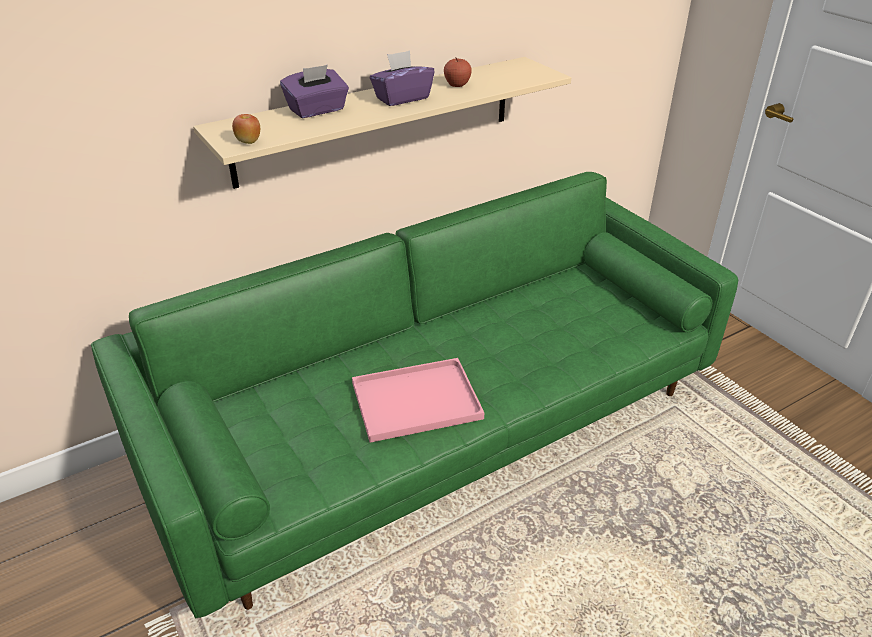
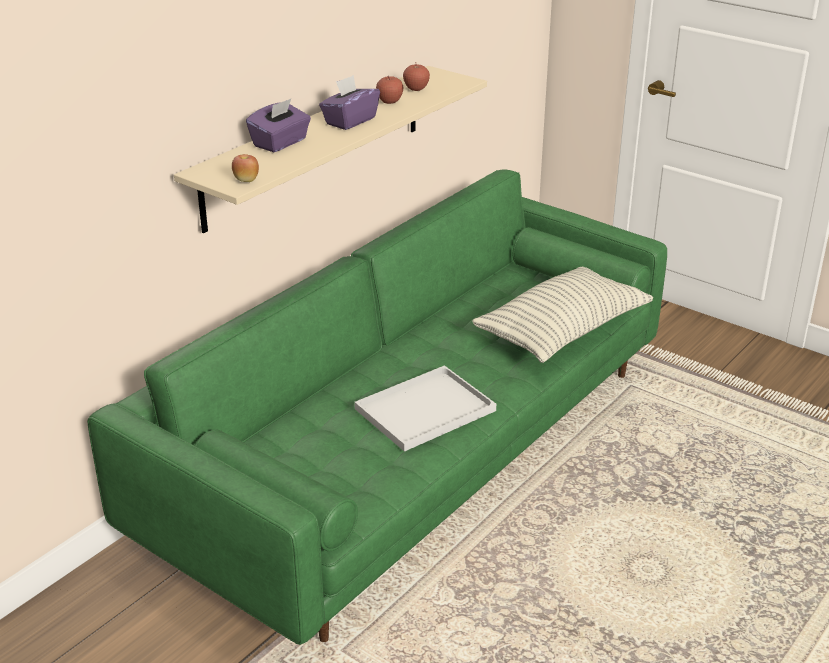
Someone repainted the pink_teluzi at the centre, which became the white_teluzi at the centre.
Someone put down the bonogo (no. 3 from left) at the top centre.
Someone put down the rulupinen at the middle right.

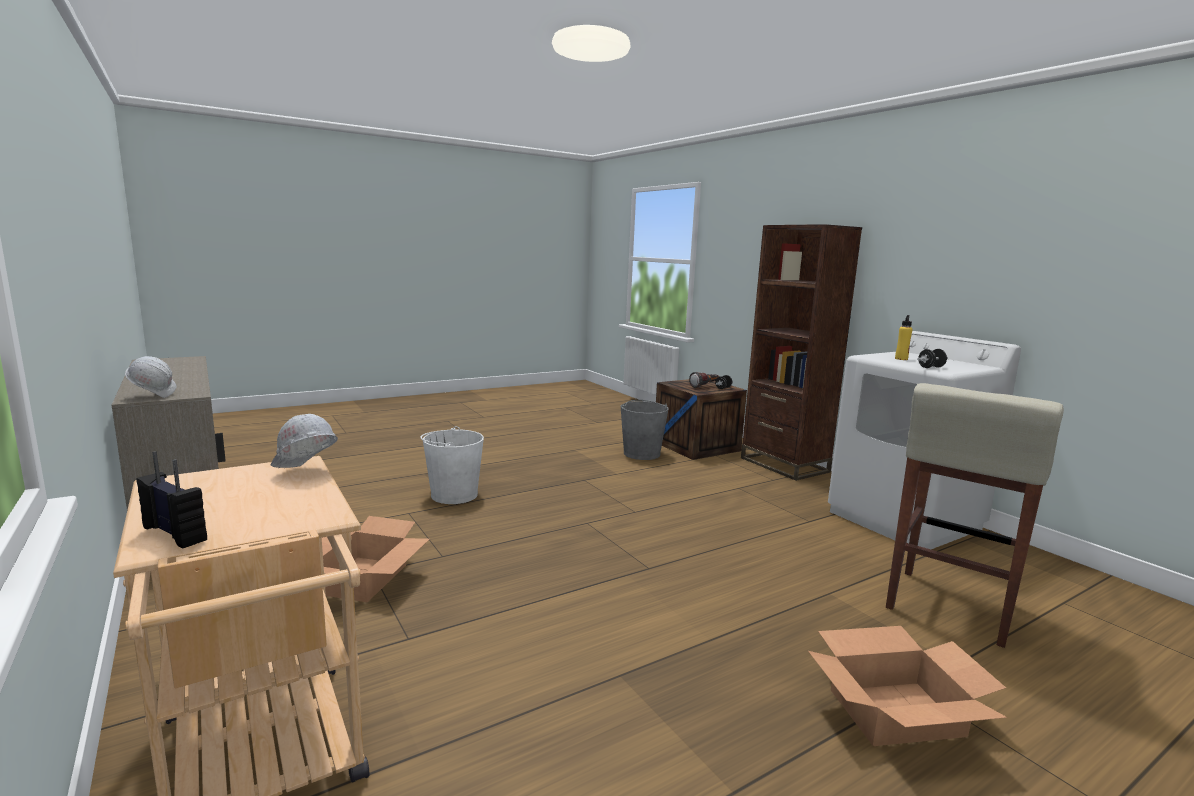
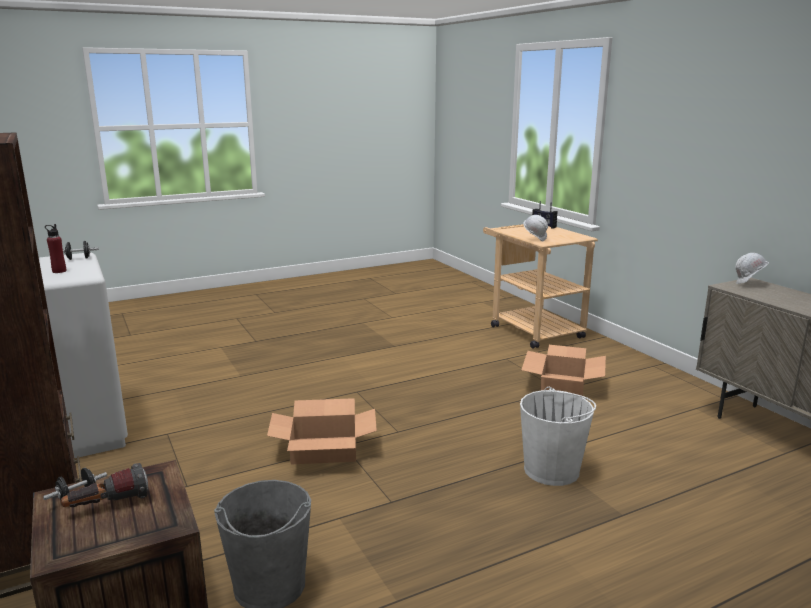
Someone repainted the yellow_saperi at the middle right, which became the red_saperi at the middle left.
Someone took away the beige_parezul at the middle right.
Someone carried the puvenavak (no. 2 from left in the first image) from the bottom right to the bottom centre.

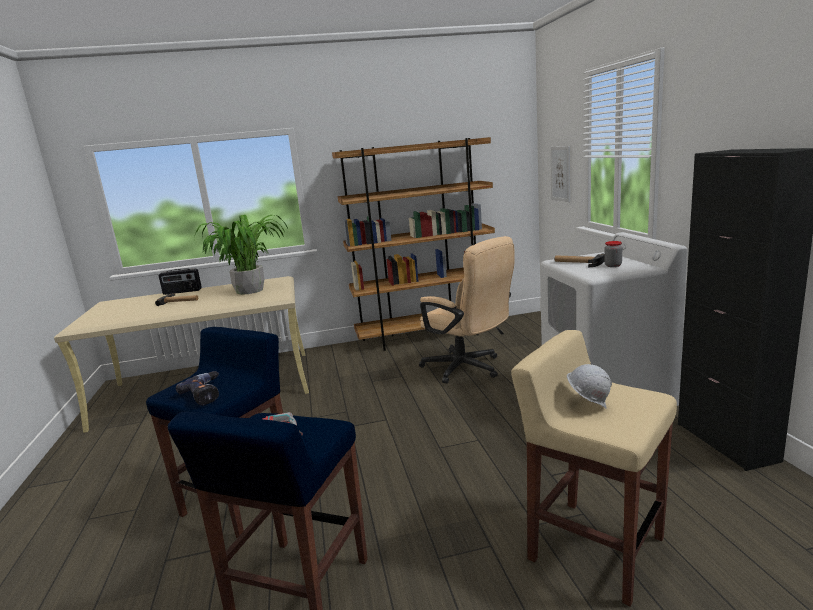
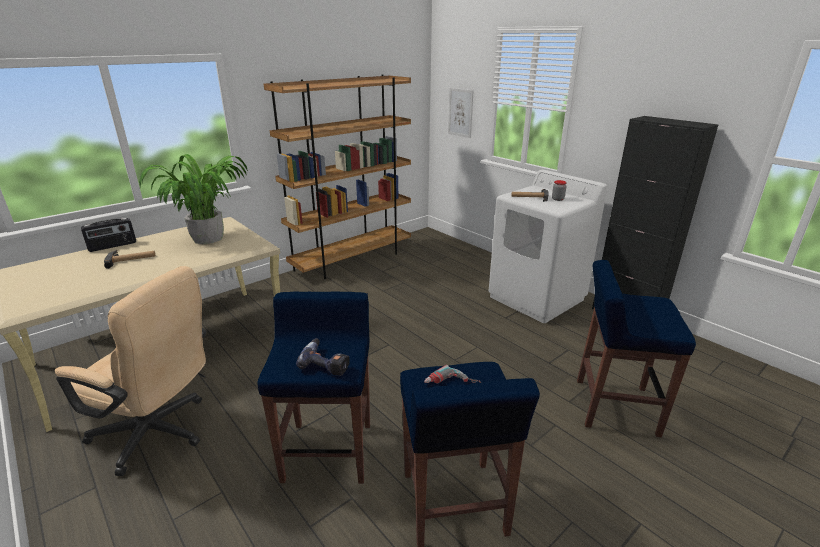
Someone carried the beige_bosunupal from the centre to the bottom left.
Someone repainted the beige_parezul at the bottom right, which became the blue_parezul (no. 3 from left) at the middle right.
Someone took away the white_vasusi at the middle right.

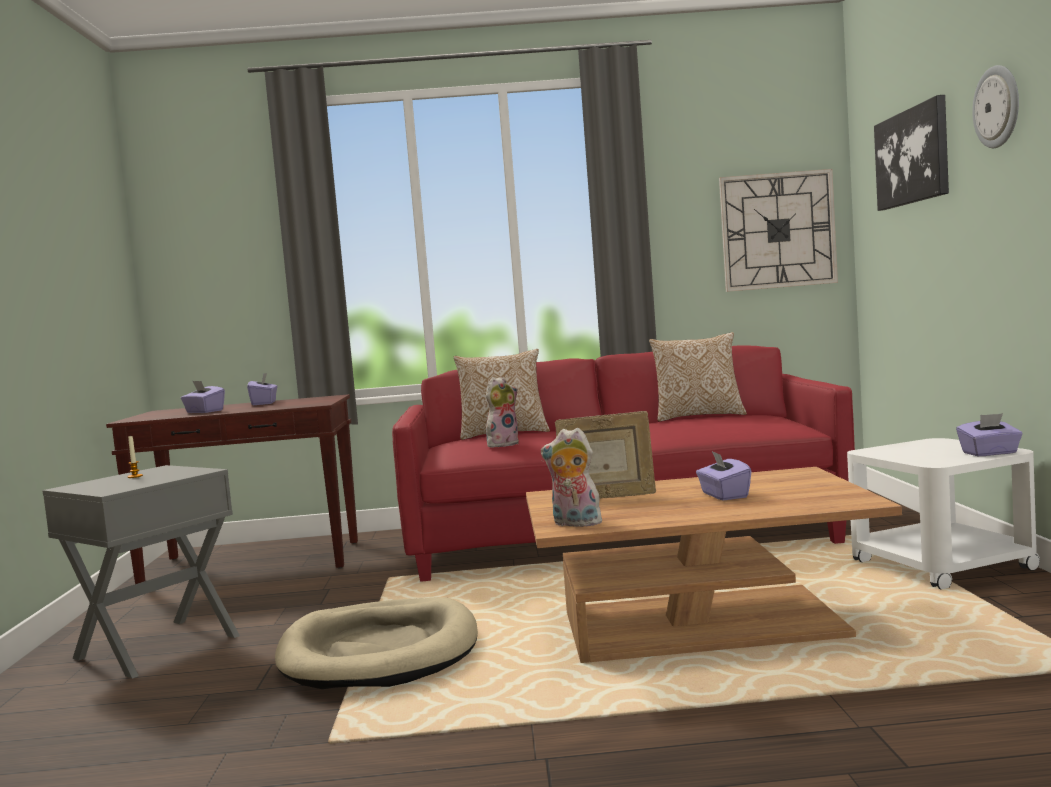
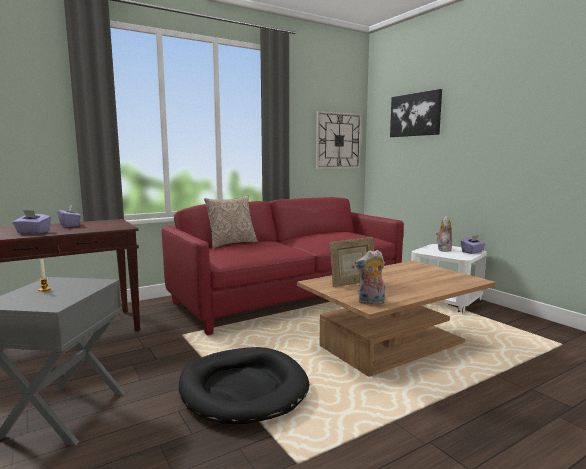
Someone took away the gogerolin (no. 2 from left) at the top right.
Someone took away the rulupinen (no. 2 from left) at the centre.
Someone carried the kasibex (no. 1 from left in the first image) from the centre to the middle right.
Someone took away the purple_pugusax (no. 3 from left) at the middle right.
Someone repainted the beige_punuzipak at the bottom centre, which became the black_punuzipak at the bottom centre.

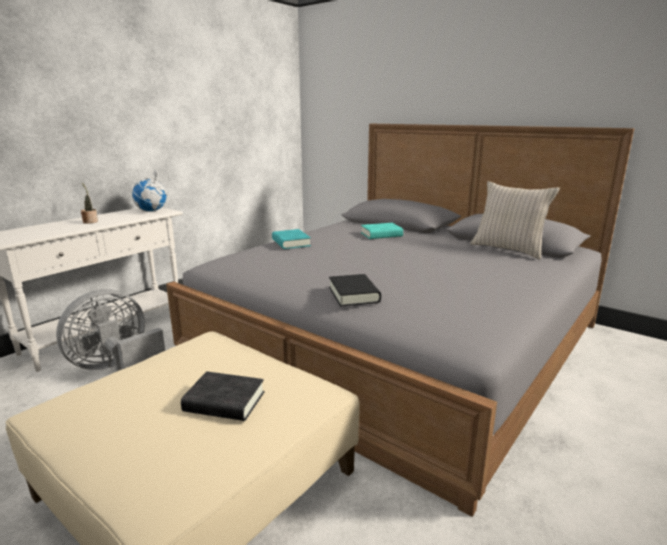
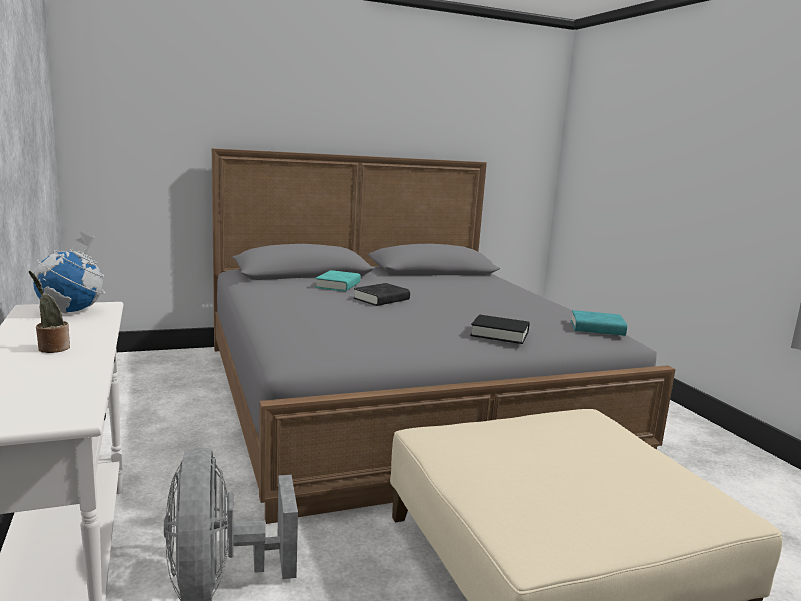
Someone took away the beige_rulupinen at the middle right.
Someone carried the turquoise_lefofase (no. 1 from left in the first image) from the centre to the middle right.
Someone carried the black_lefofase (no. 1 from left) from the bottom left to the centre.

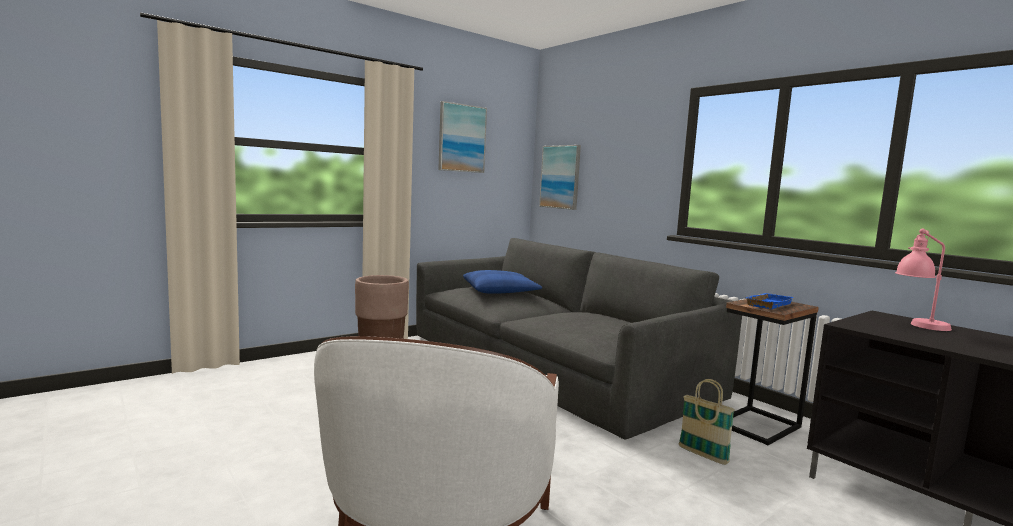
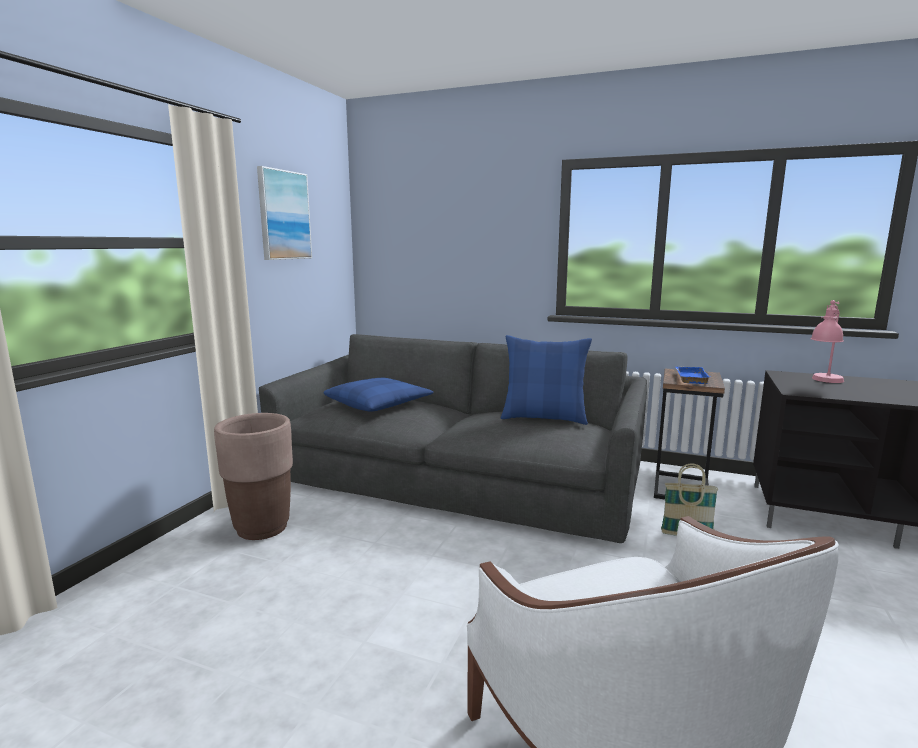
Someone took away the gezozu (no. 2 from left) at the centre.
Someone put down the blue_rulupinen (no. 2 from left) at the centre.

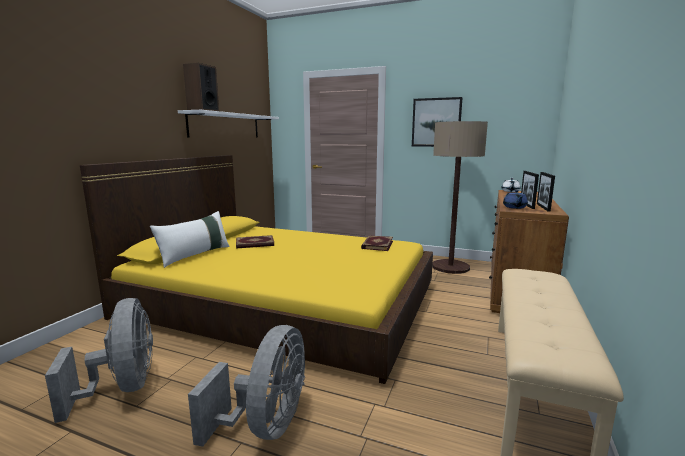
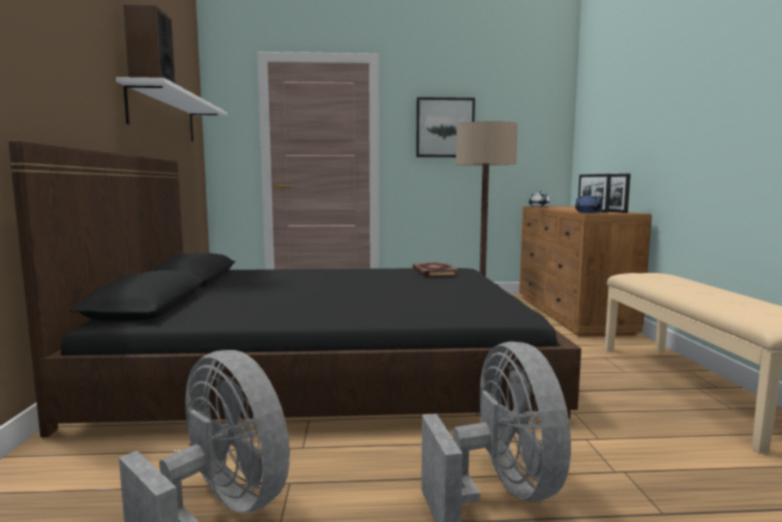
Someone repainted the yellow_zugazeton at the centre, which became the black_zugazeton at the centre.
Someone took away the white_rulupinen at the middle left.
Someone took away the lefofase (no. 1 from left) at the centre.

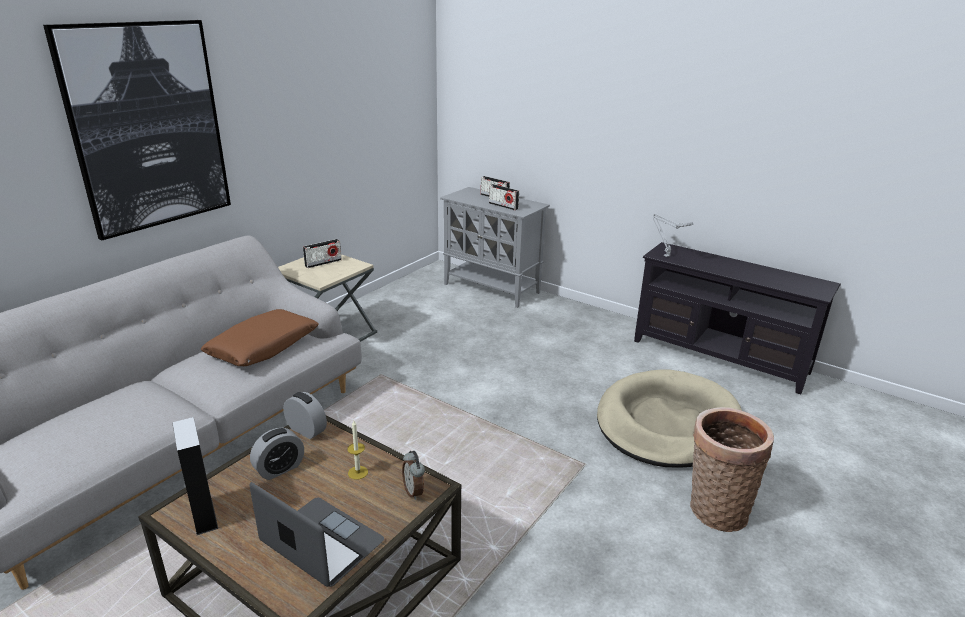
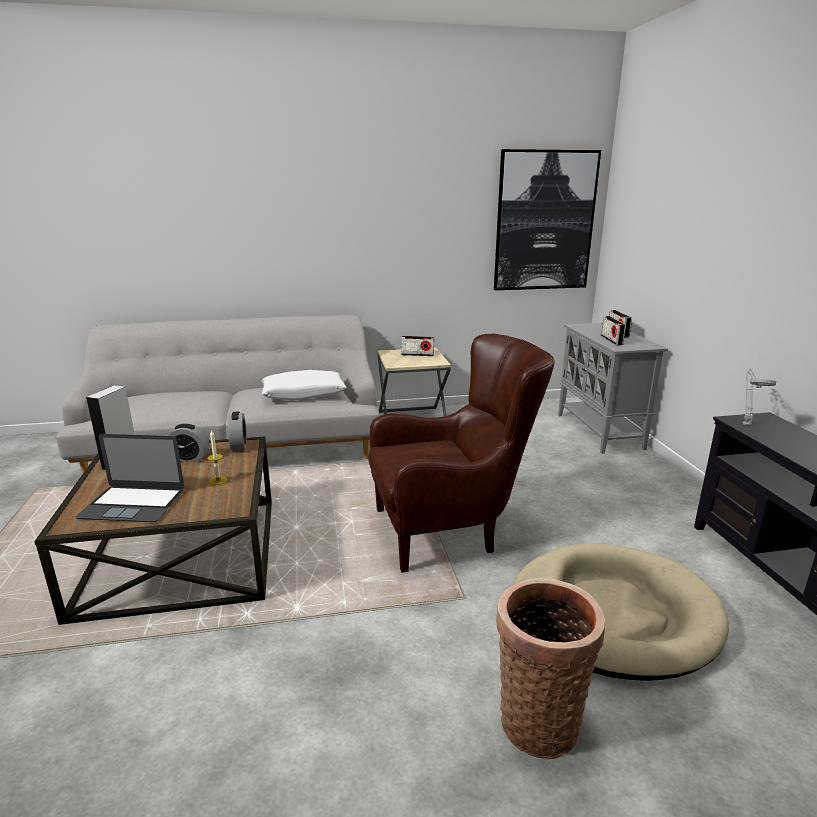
Someone carried the gezozu from the top left to the top right.
Someone repainted the brown_rulupinen at the middle left, which became the white_rulupinen at the centre.
Someone took away the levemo (no. 3 from left) at the bottom centre.
Someone rotated the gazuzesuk at the bottom left by 105 degrees clockwise.
Someone put down the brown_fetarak at the centre.

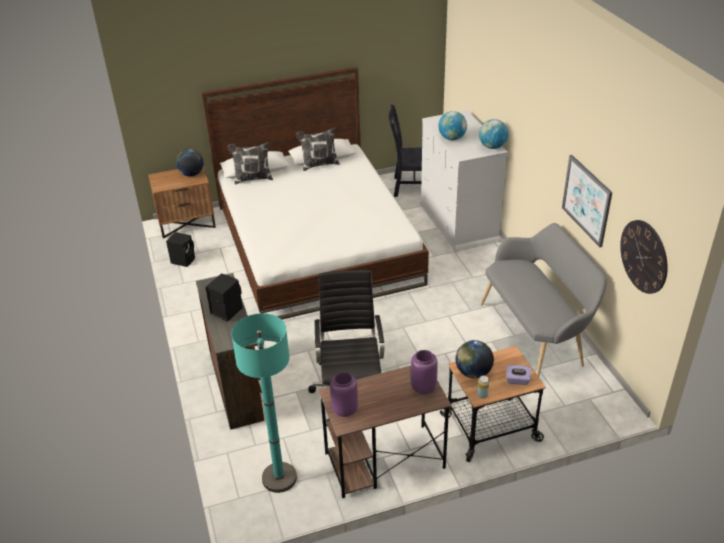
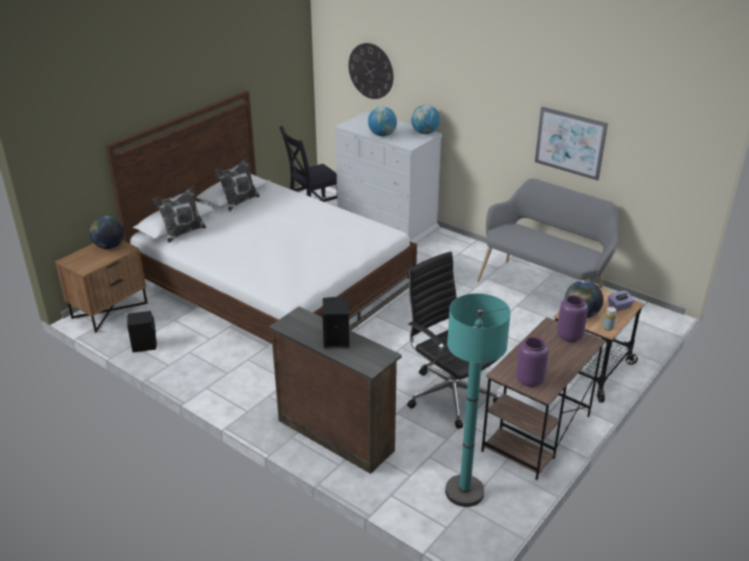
Someone carried the gogerolin from the middle right to the top centre.

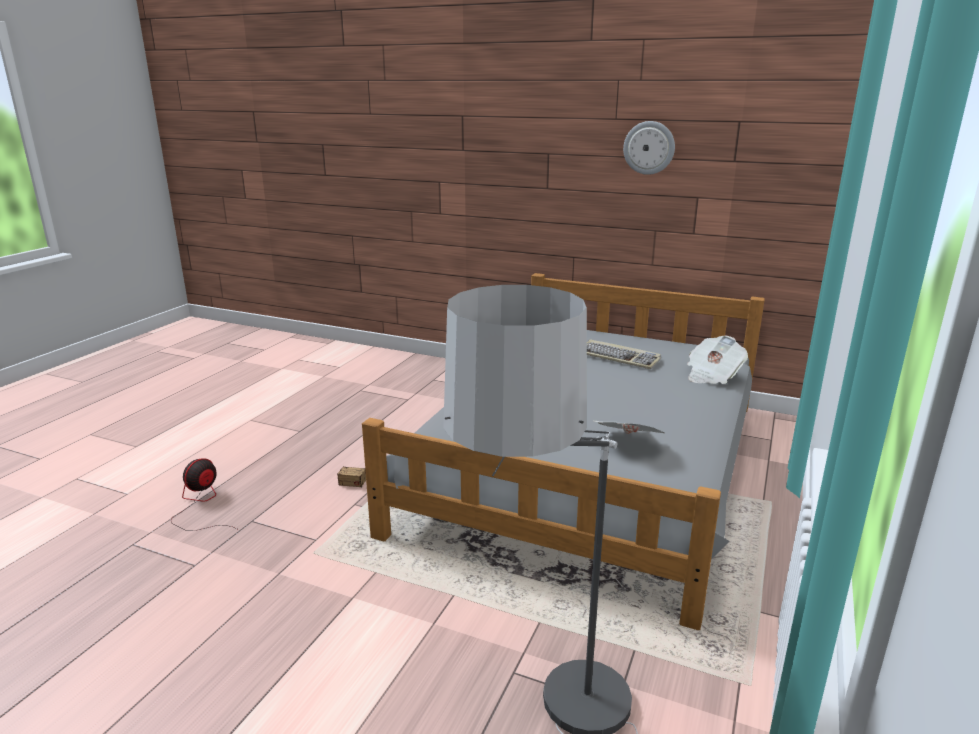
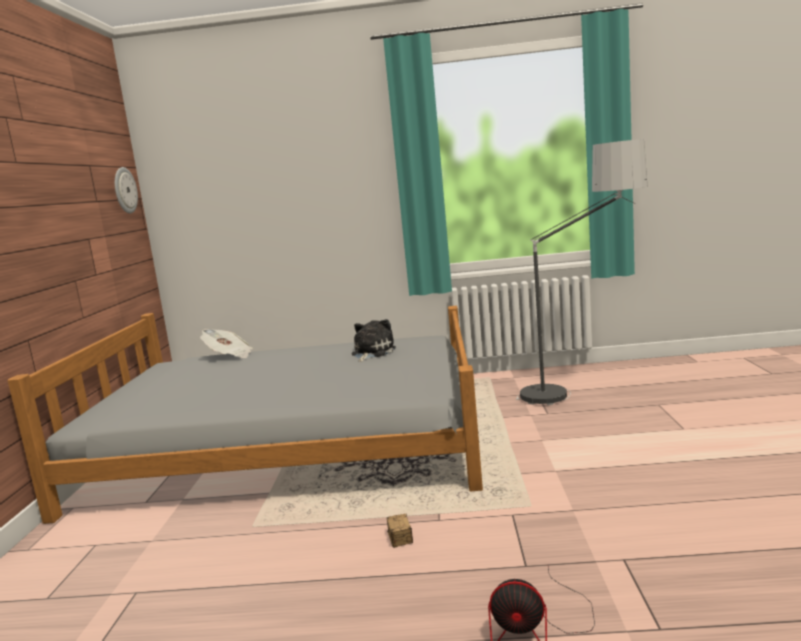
Someone carried the gogerolin from the top centre to the top left.
Someone took away the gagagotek at the centre.
Someone swapped the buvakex (no. 1 from left) at the centre for the kasibex at the centre.

